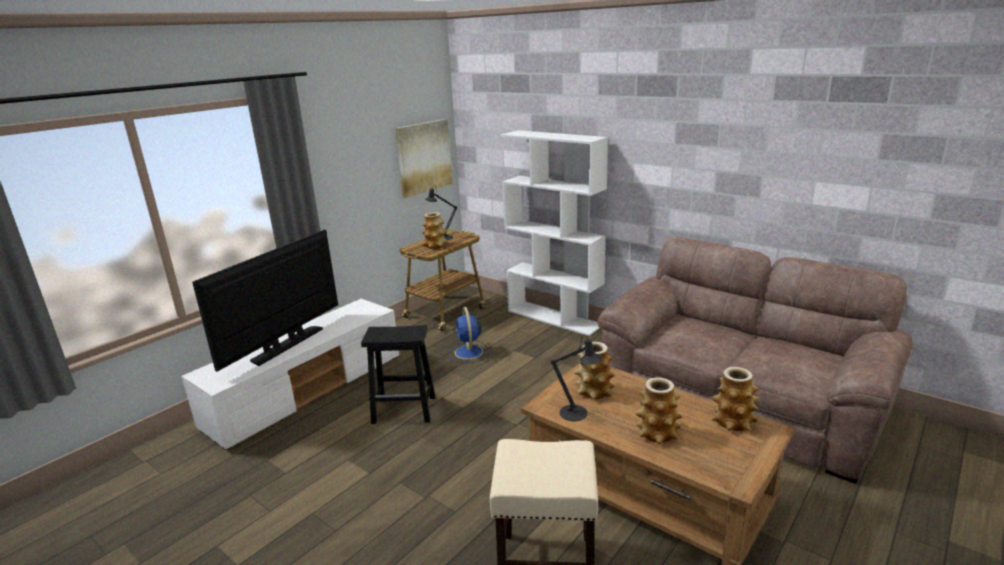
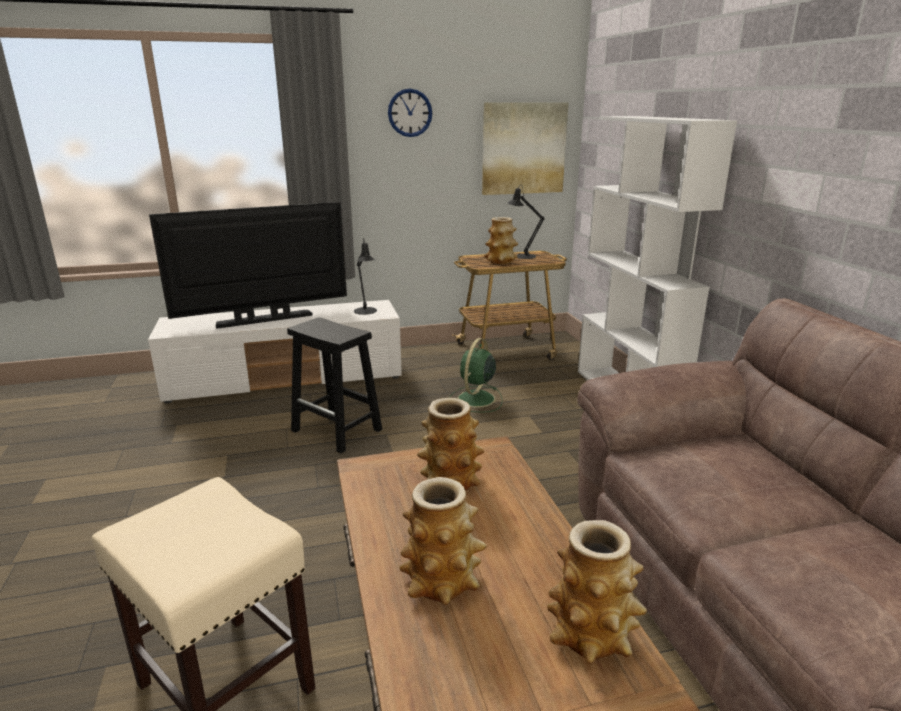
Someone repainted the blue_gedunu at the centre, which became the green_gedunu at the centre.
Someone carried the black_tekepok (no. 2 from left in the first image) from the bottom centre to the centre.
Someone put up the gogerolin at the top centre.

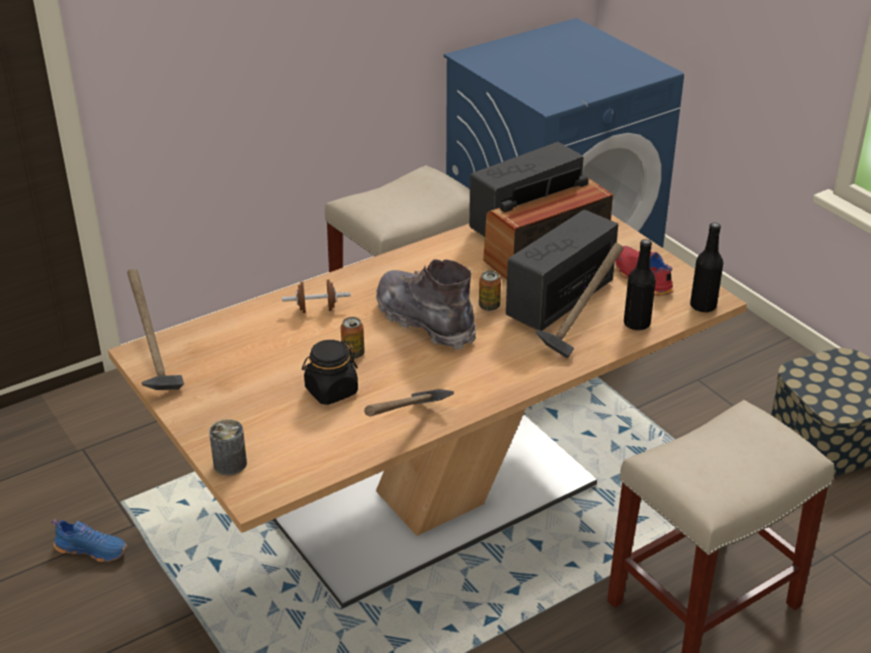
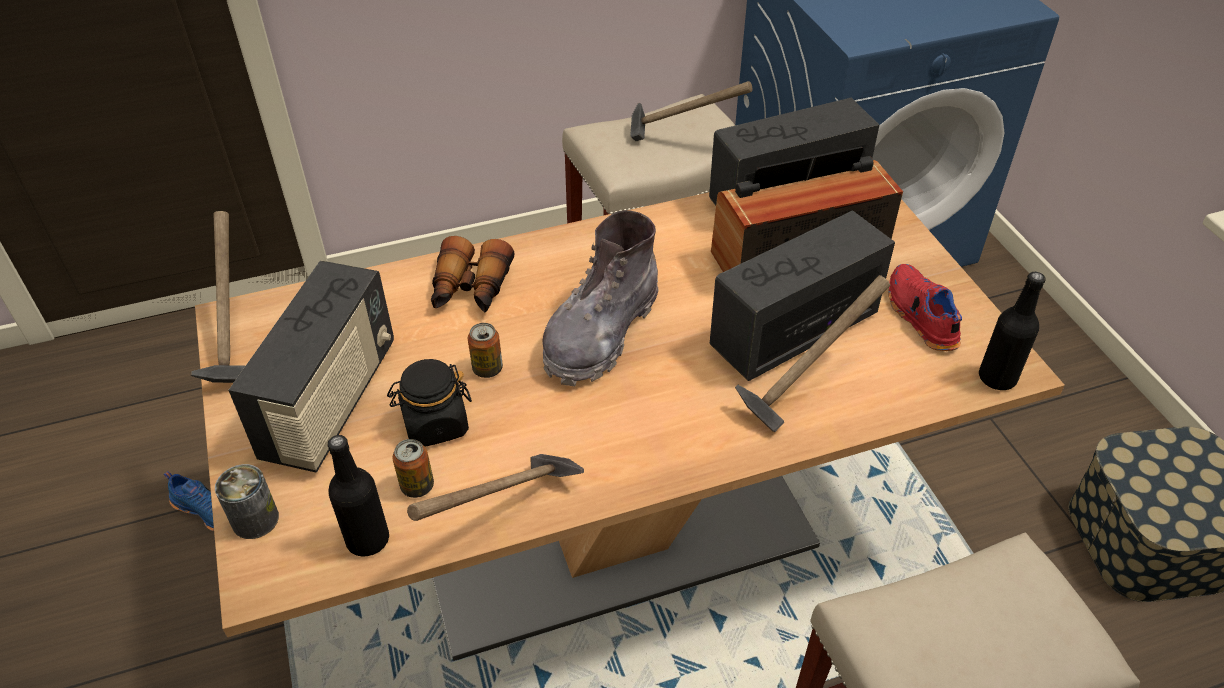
Someone carried the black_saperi (no. 1 from left) from the middle right to the bottom left.
Someone rotated the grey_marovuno at the centre by 120 degrees counterclockwise.
Someone carried the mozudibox (no. 3 from left in the first image) from the centre to the bottom centre.
Someone swapped the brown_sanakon at the centre for the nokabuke at the centre.
Someone put down the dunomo (no. 3 from left) at the top centre.
Someone put down the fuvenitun (no. 1 from left) at the middle left.

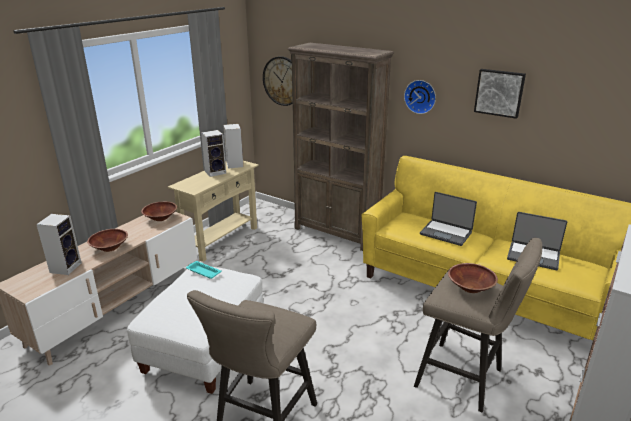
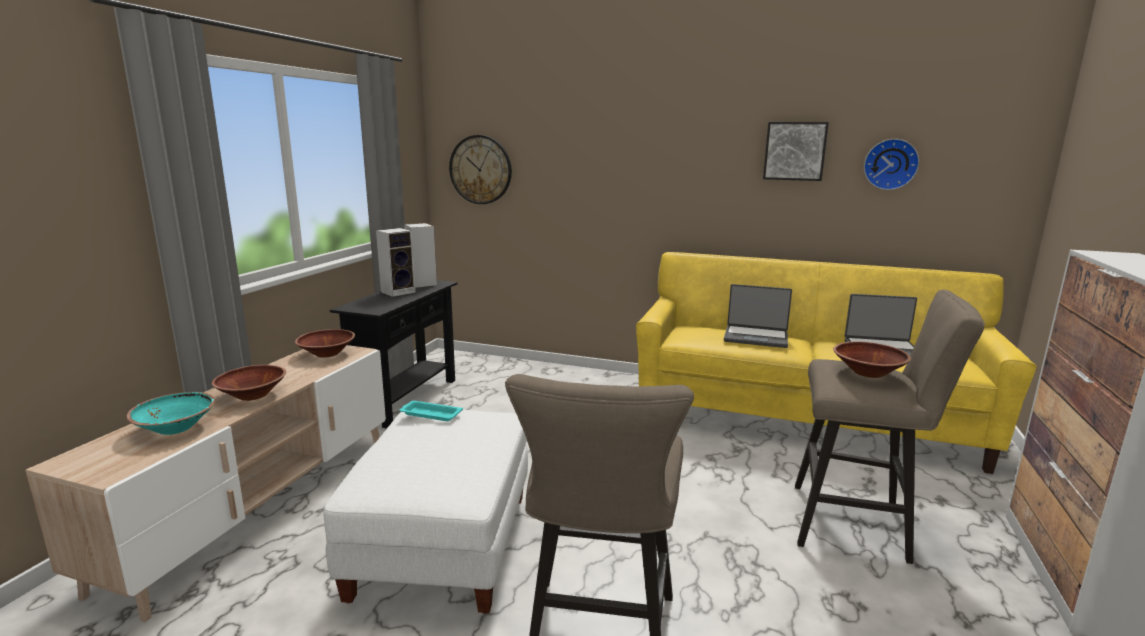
Someone took away the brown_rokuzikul at the centre.
Someone carried the gogerolin (no. 2 from left) from the top centre to the top right.
Someone repainted the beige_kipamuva at the centre, which became the black_kipamuva at the centre.
Someone swapped the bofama (no. 1 from left) at the middle left for the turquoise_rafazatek at the middle left.

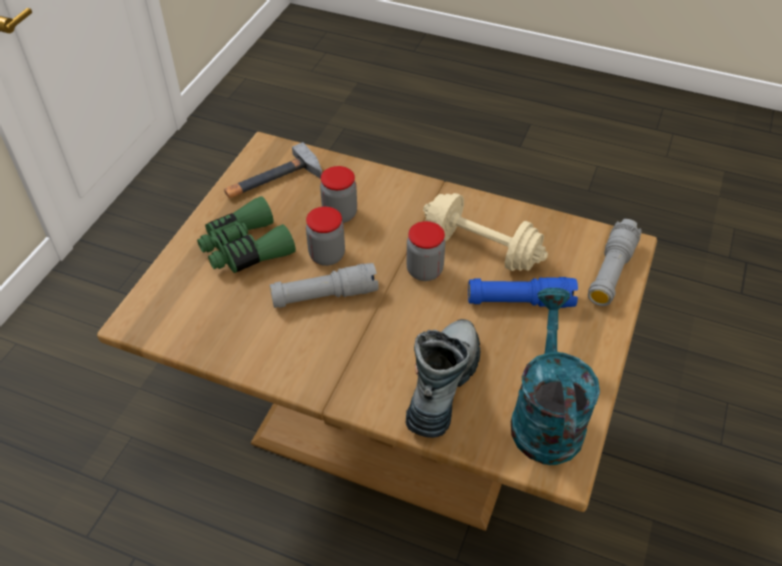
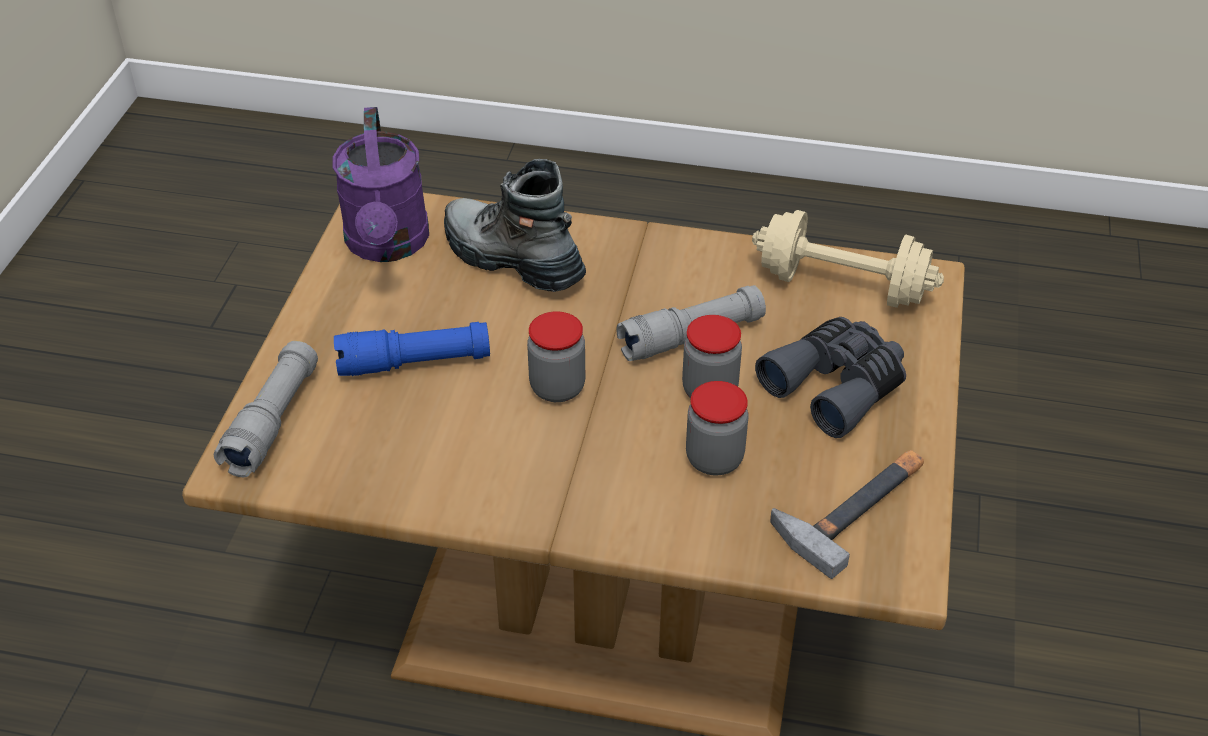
Someone carried the beige_sanakon from the centre to the middle right.
Someone repainted the green_nokabuke at the middle left, which became the grey_nokabuke at the middle right.
Someone repainted the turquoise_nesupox at the middle right, which became the purple_nesupox at the top left.
Someone rotated the marovuno at the bottom centre by 120 degrees clockwise.

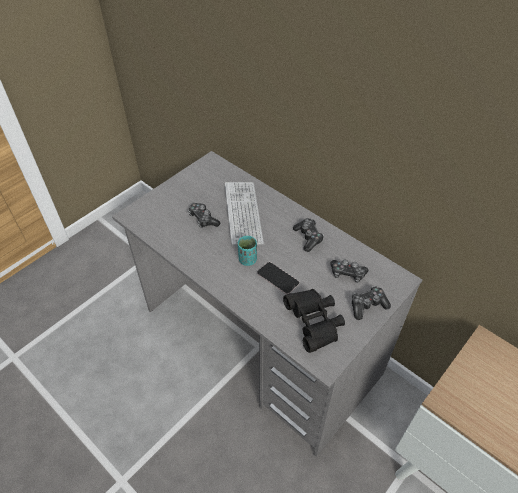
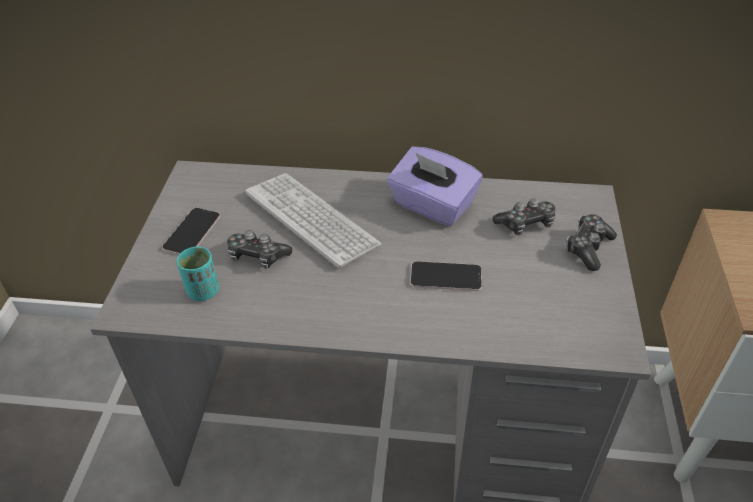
Someone swapped the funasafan (no. 2 from left) at the centre for the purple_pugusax at the centre.
Someone carried the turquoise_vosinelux from the centre to the middle left.
Someone took away the black_nokabuke at the centre.
Someone put down the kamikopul (no. 1 from left) at the middle left.

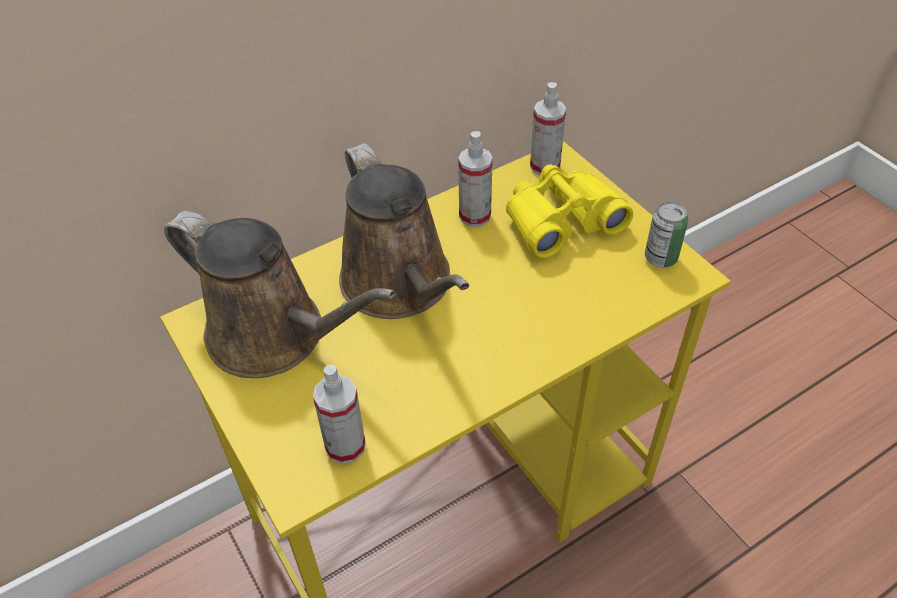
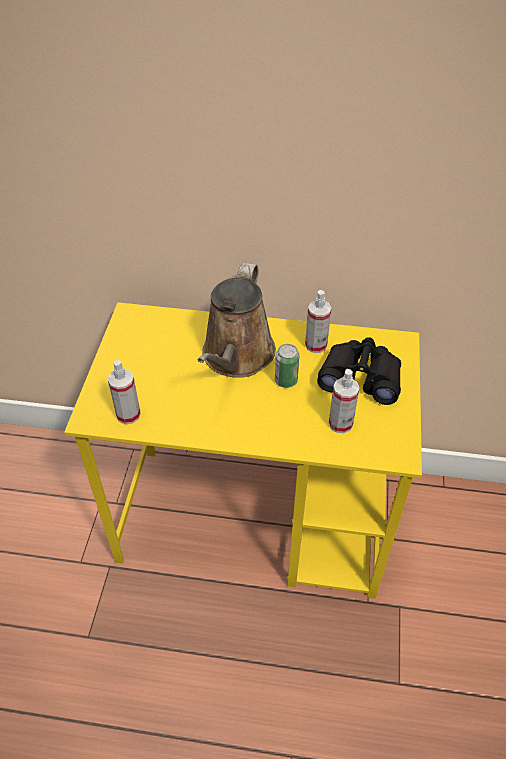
Someone carried the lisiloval (no. 3 from left) from the top centre to the middle right.
Someone repainted the yellow_nokabuke at the centre, which became the black_nokabuke at the middle right.
Someone carried the mozudibox from the middle right to the centre.
Someone took away the brown_nesupox (no. 1 from left) at the middle left.

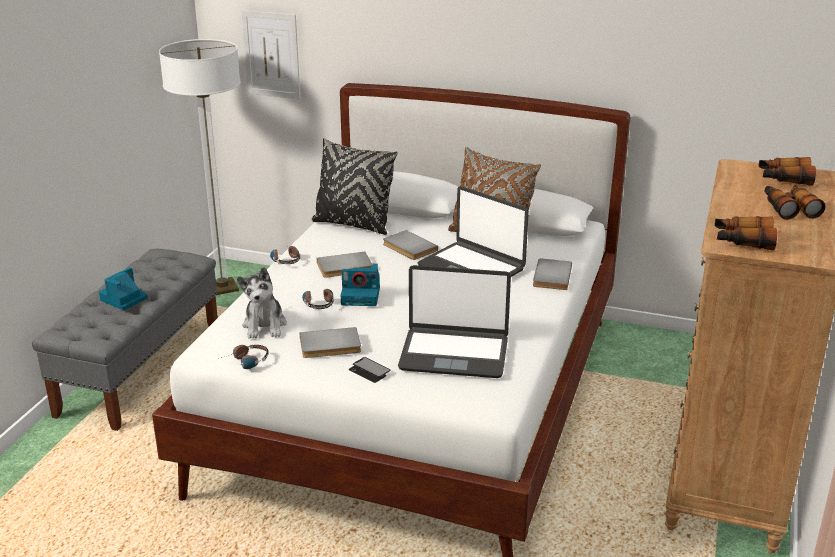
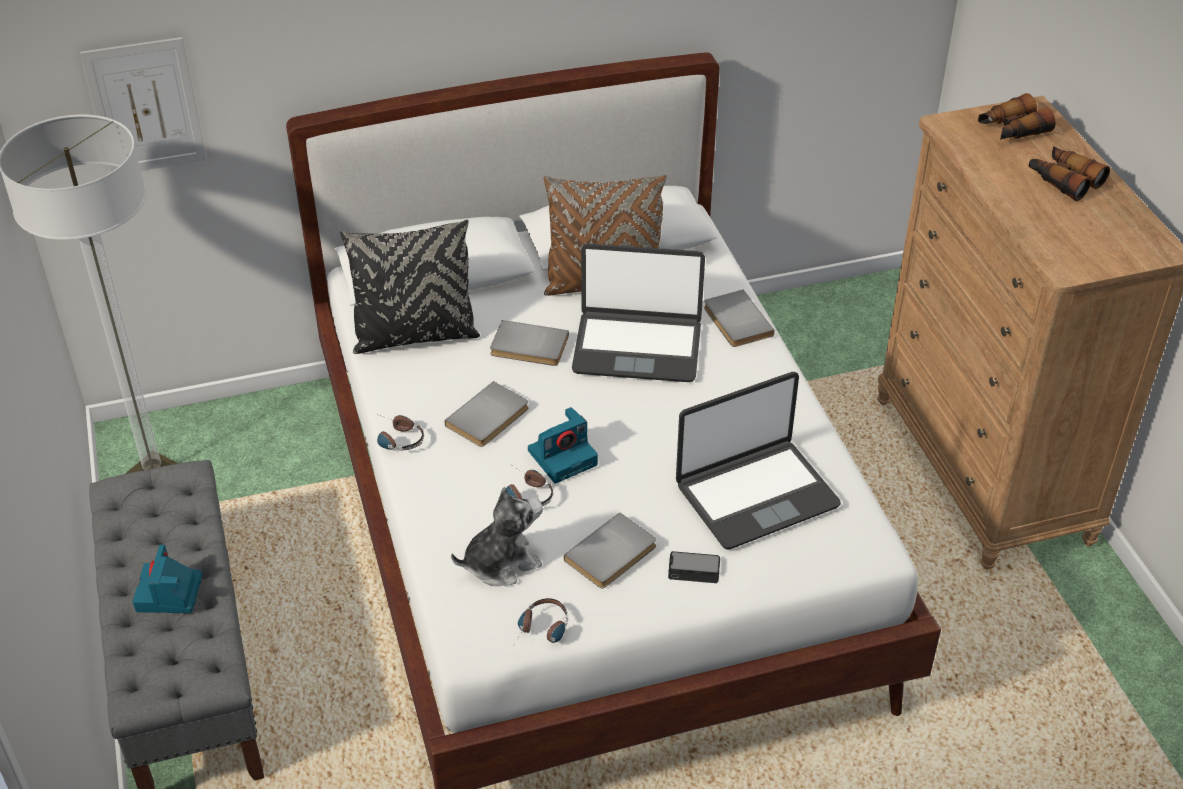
Someone took away the nokabuke (no. 1 from left) at the middle right.
Someone rotated the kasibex at the middle left by 75 degrees counterclockwise.

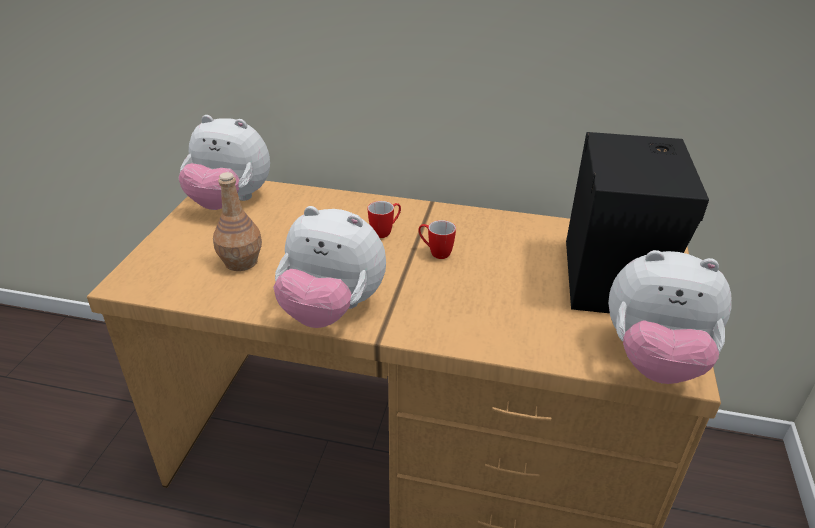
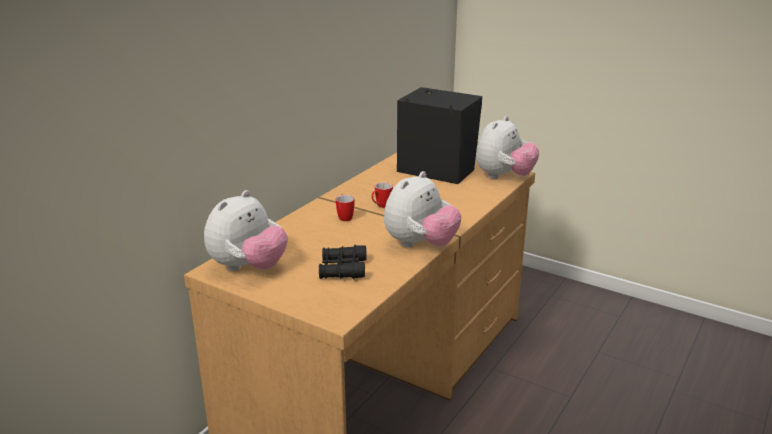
Someone swapped the brown_saperi at the middle left for the black_nokabuke at the centre.

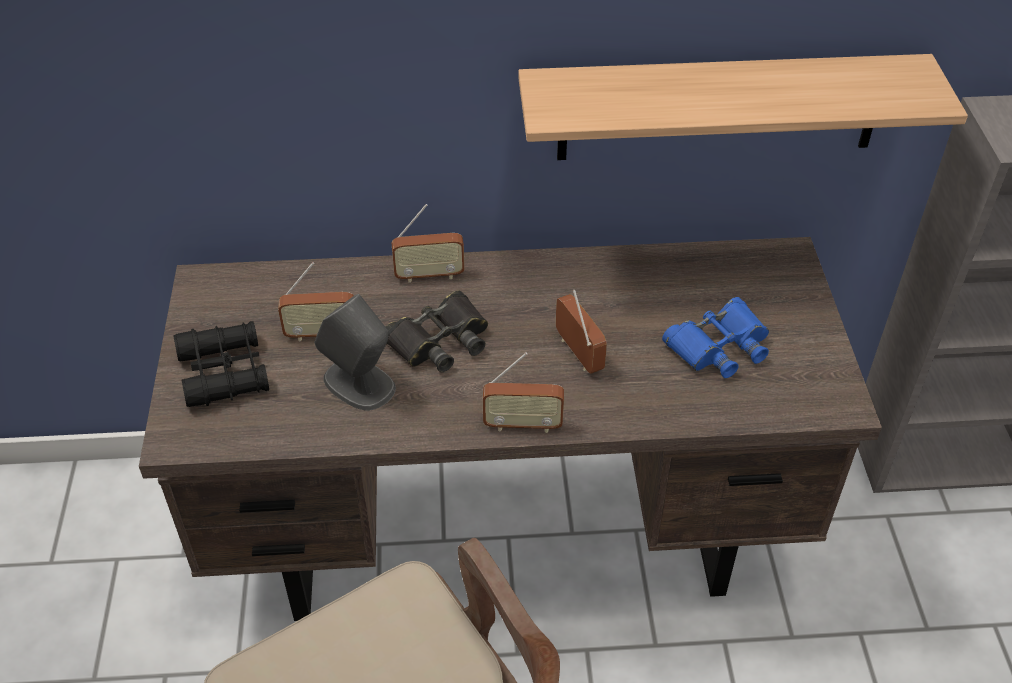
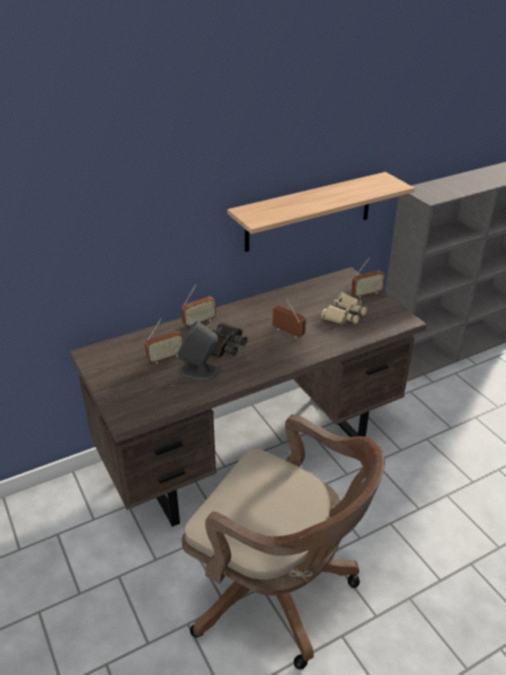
Someone repainted the blue_nokabuke at the middle right, which became the beige_nokabuke at the middle right.
Someone took away the black_nokabuke (no. 1 from left) at the middle left.
Someone carried the fuvenitun (no. 3 from left in the first image) from the centre to the middle right.

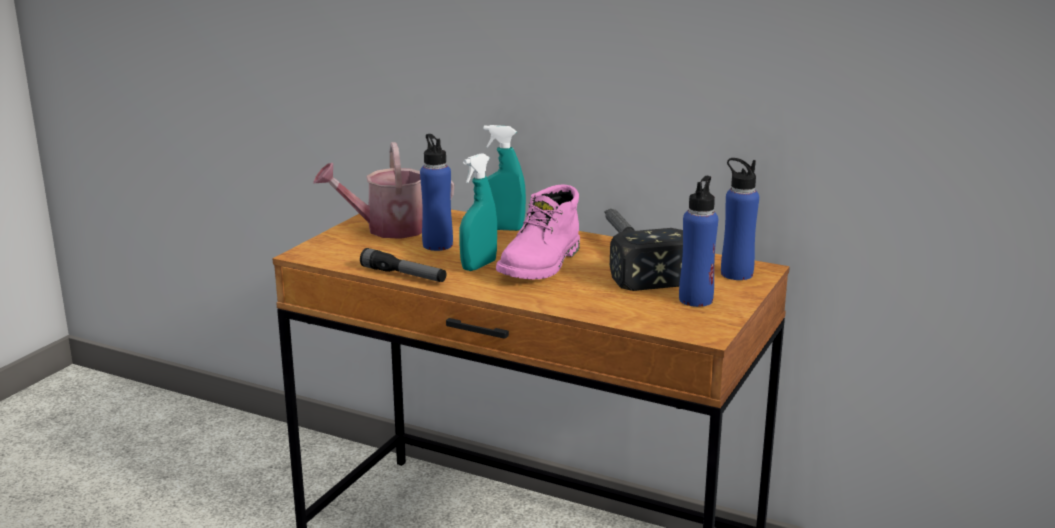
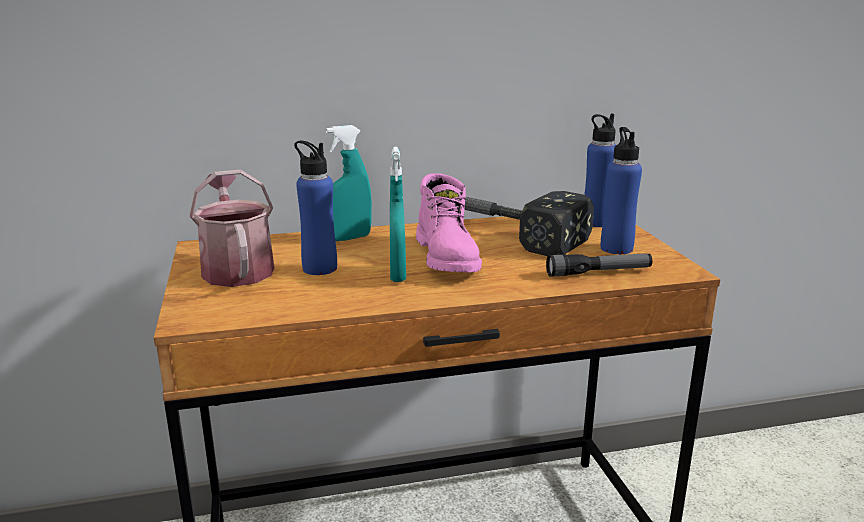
Someone rotated the nesupox at the centre by 120 degrees clockwise.
Someone carried the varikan from the centre to the middle right.

